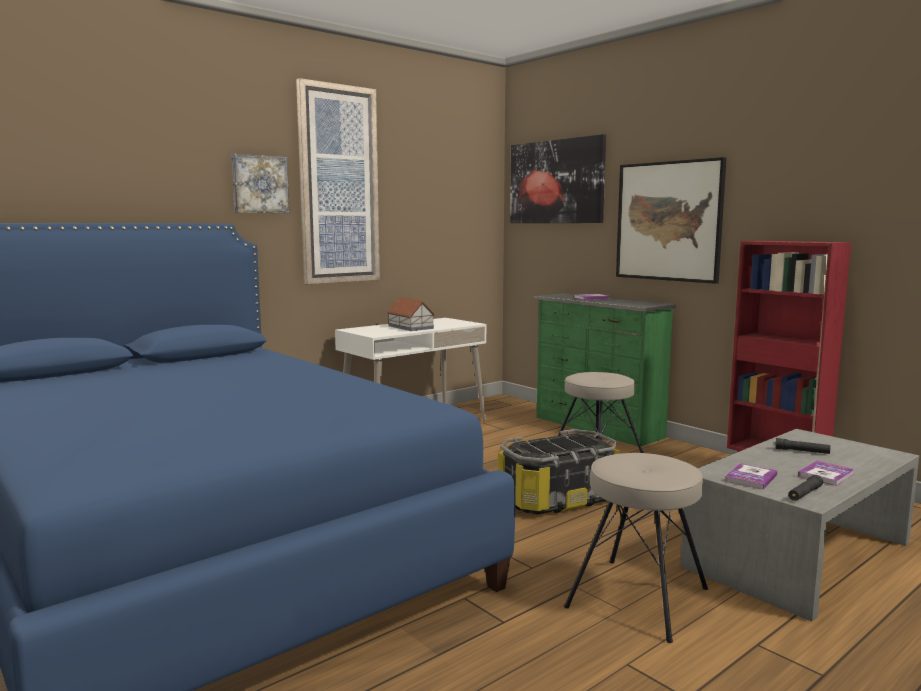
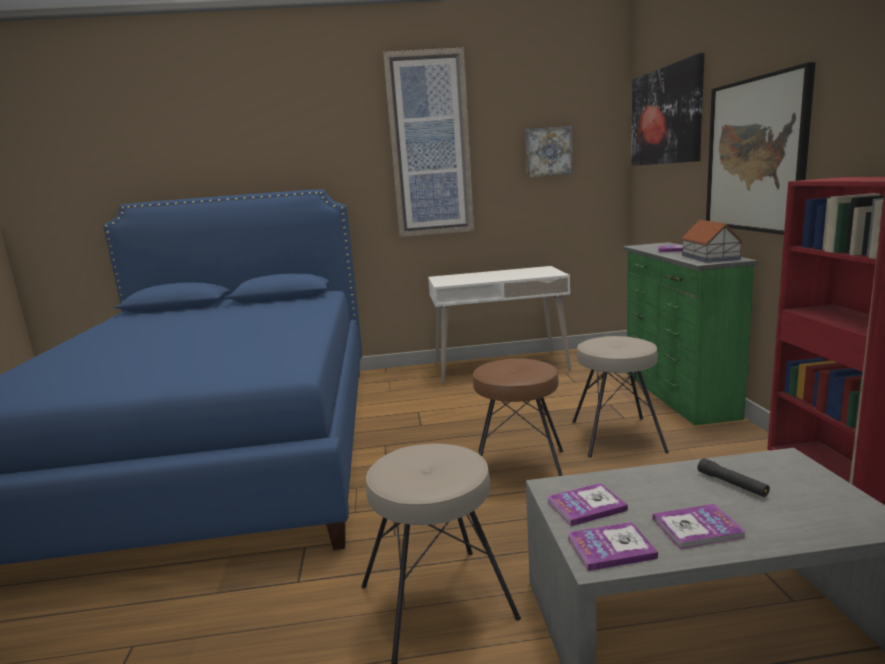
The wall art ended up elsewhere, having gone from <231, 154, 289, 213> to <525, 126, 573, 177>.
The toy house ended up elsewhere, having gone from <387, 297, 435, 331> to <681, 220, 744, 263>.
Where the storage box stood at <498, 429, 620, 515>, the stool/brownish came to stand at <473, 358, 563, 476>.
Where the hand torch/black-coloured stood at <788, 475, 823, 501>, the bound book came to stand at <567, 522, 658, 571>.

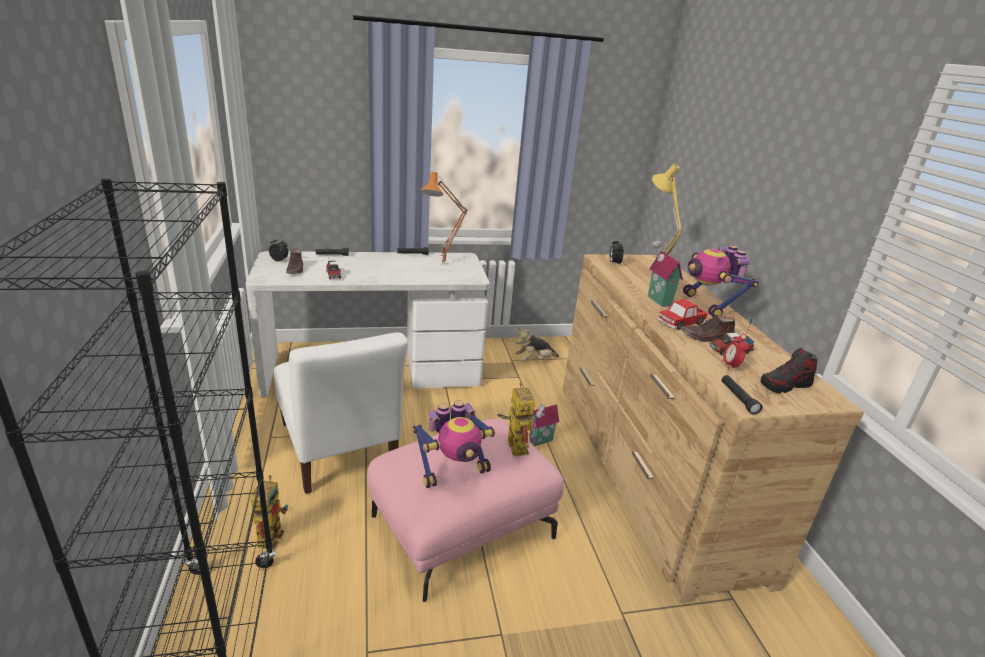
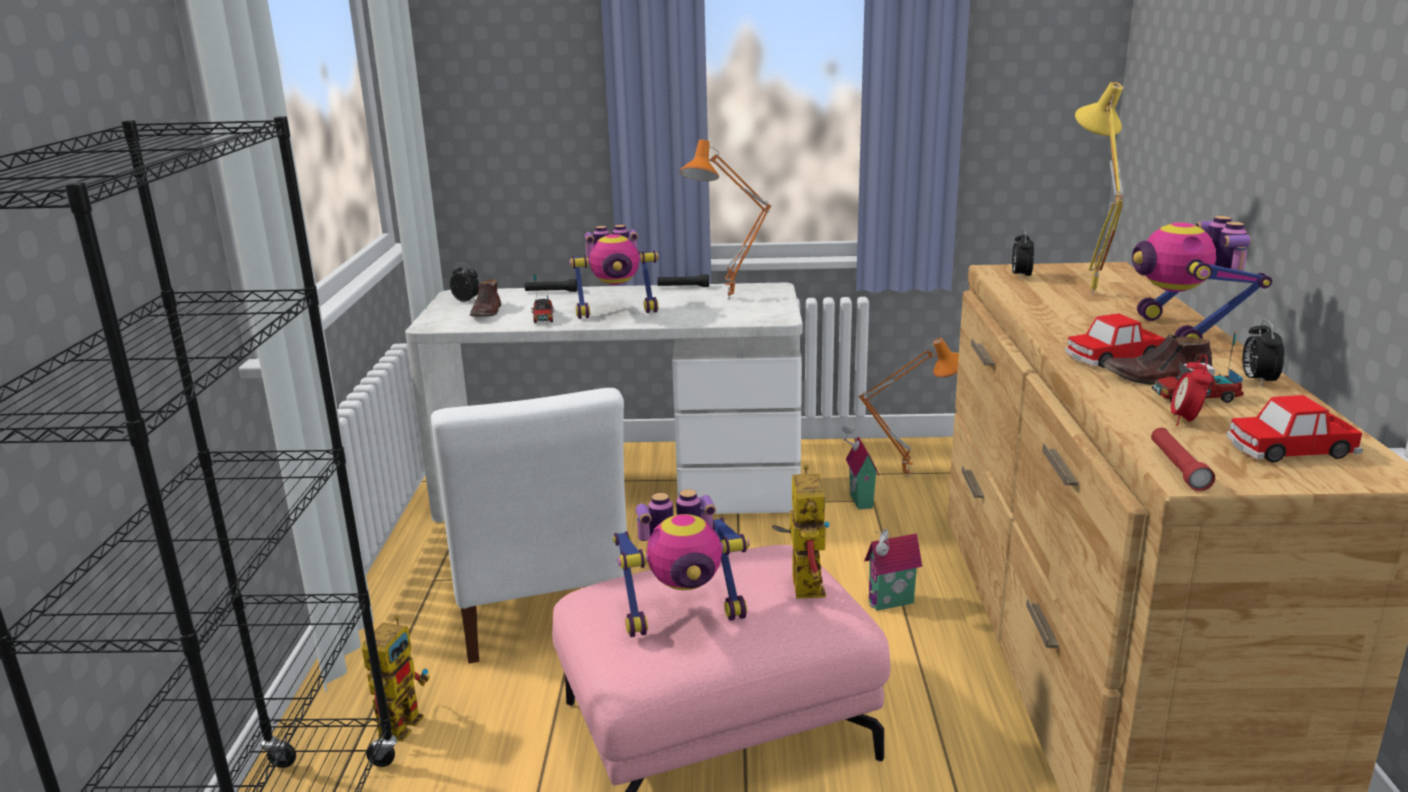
The toy house ended up elsewhere, having gone from <648, 241, 683, 307> to <842, 424, 880, 509>.
Where the plush toy stood at <515, 327, 559, 362>, the table lamp/orange-coloured came to stand at <859, 338, 959, 477>.
Where the shoe stood at <760, 347, 818, 393>, the toy car came to stand at <1227, 395, 1363, 462>.
What was the hand torch/black-coloured at <722, 375, 763, 415> turned into the hand torch/red at <1151, 428, 1215, 491>.
The second view gained the toy robot at <569, 224, 659, 319>.
The second view gained the table clock at <1242, 318, 1284, 387>.

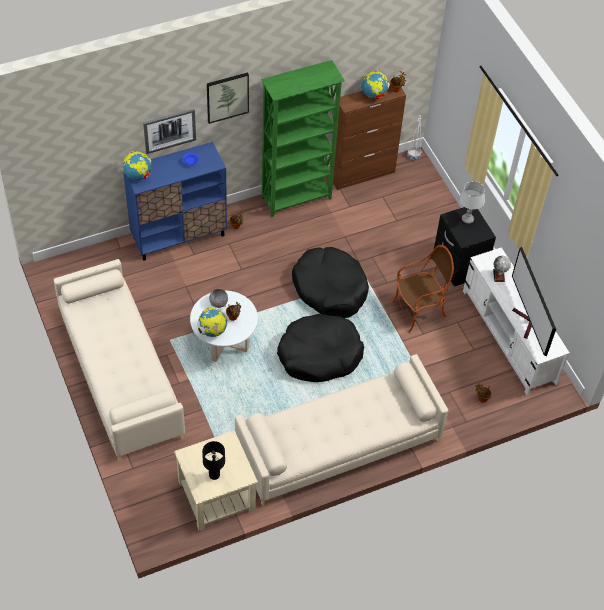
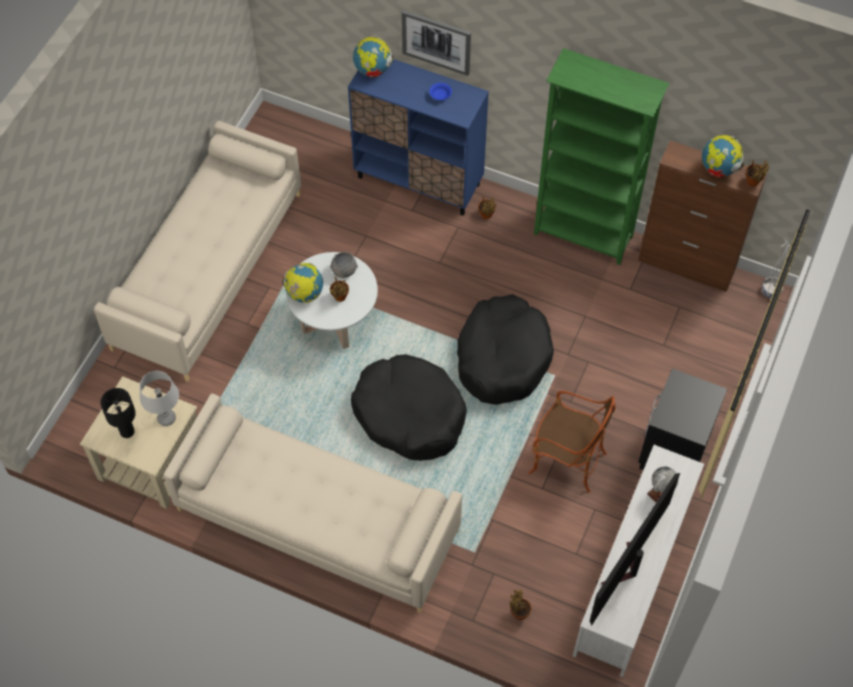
The second view lost the wall art at <207, 72, 249, 124>.
The table lamp/gray ended up elsewhere, having gone from <459, 181, 485, 224> to <140, 371, 179, 426>.

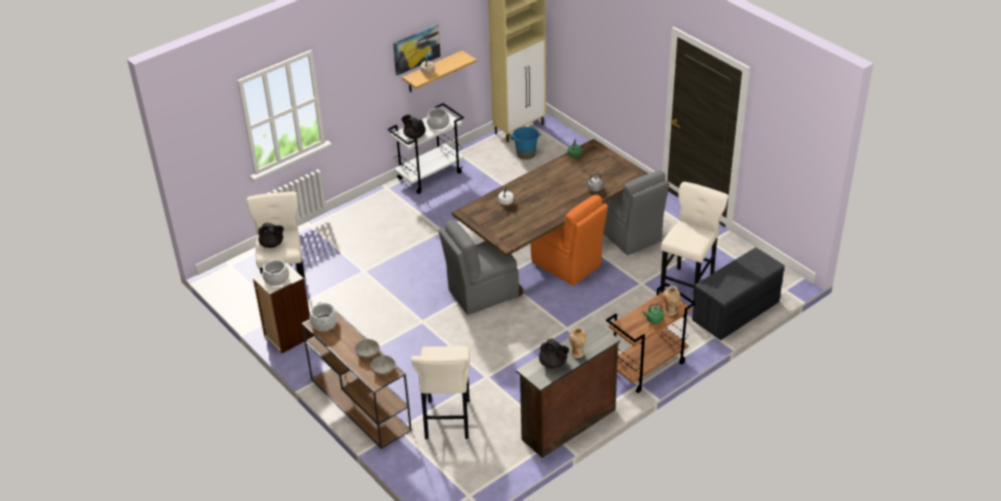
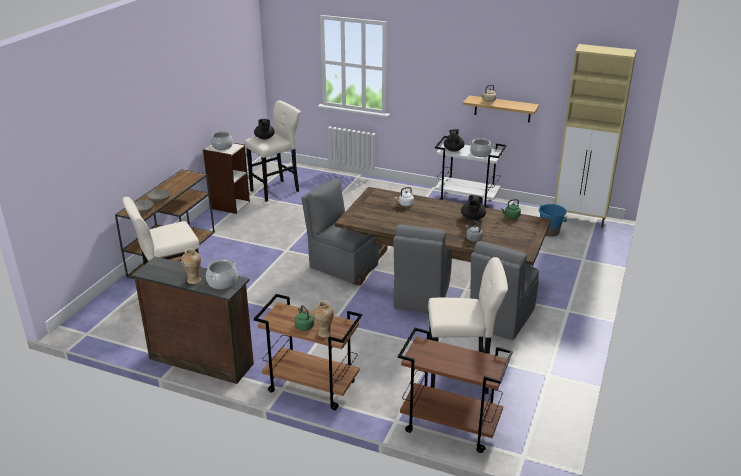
The second view lost the wall art at <393, 25, 441, 76>.
What was the upright chair/orange-coloured at <531, 195, 608, 286> turned into the upright chair/gray at <393, 224, 452, 313>.
Where the long seat/gray stood at <692, 247, 785, 340>, the wheeled cart/brownish came to stand at <398, 328, 513, 453>.
The stockpot ended up elsewhere, having gone from <309, 302, 338, 331> to <206, 259, 238, 289>.
The teapot/black-coloured ended up elsewhere, having gone from <539, 339, 569, 368> to <461, 195, 486, 221>.

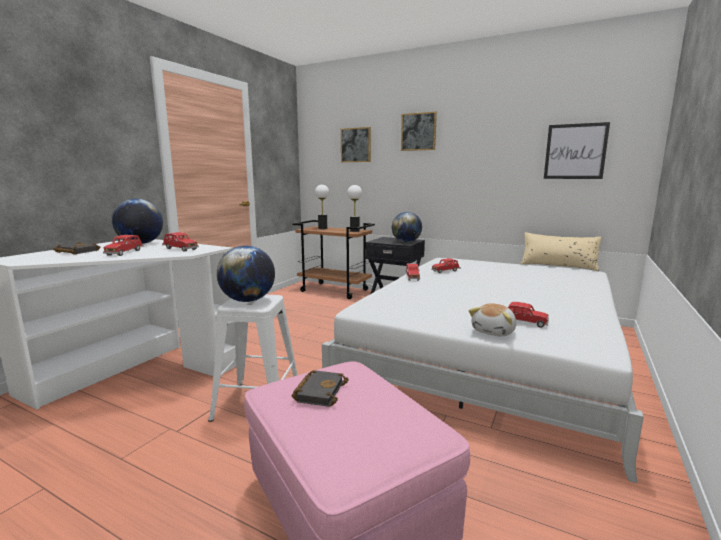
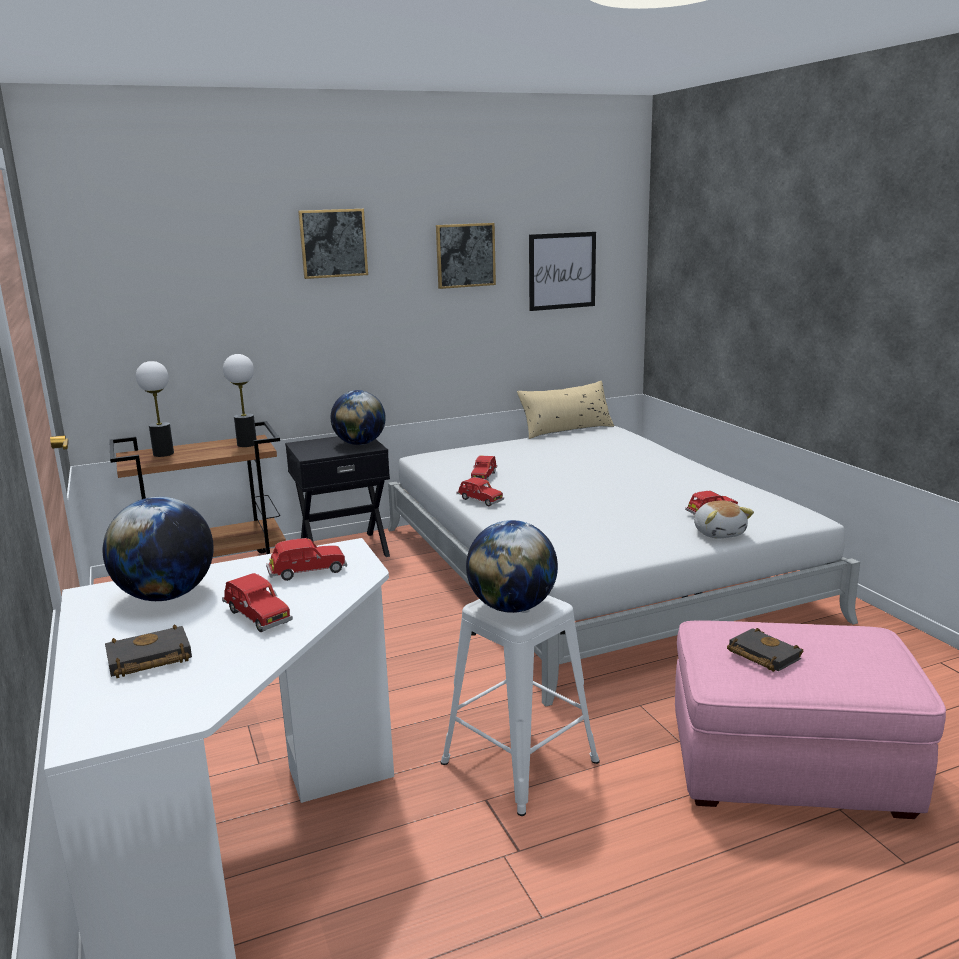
The wall art ended up elsewhere, having gone from <341, 127, 371, 162> to <436, 223, 496, 289>.

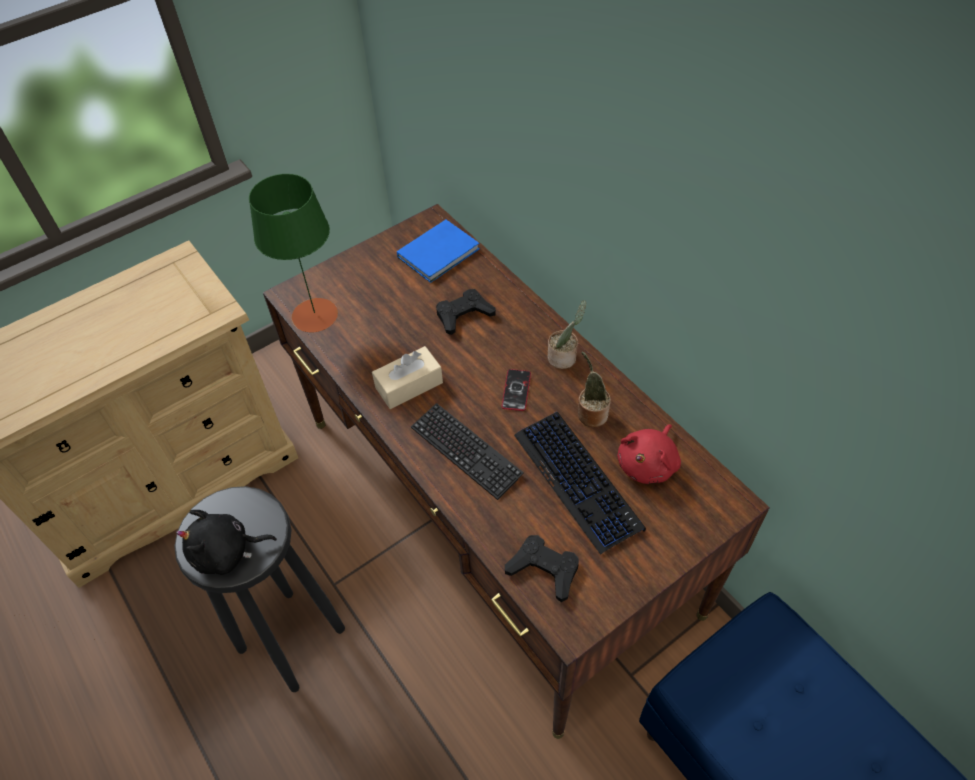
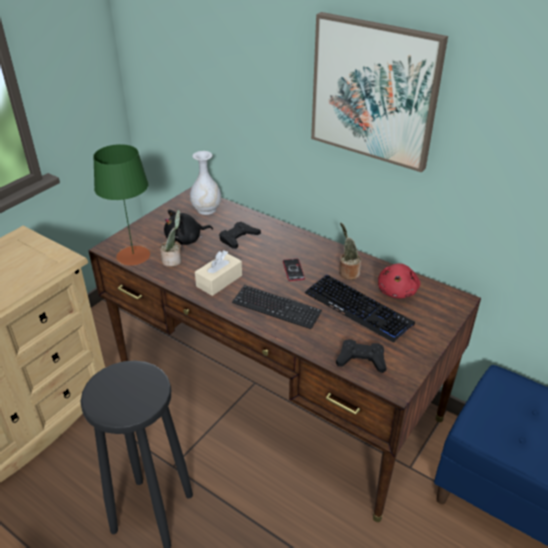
Where the bound book/blue stood at <397, 220, 480, 283>, the vase/white-coloured came to stand at <190, 151, 221, 215>.
The houseplant ended up elsewhere, having gone from <548, 300, 586, 369> to <160, 210, 182, 267>.
The plush toy/black-coloured ended up elsewhere, having gone from <176, 510, 277, 575> to <164, 210, 213, 245>.
The second view gained the wall art at <311, 12, 448, 172>.

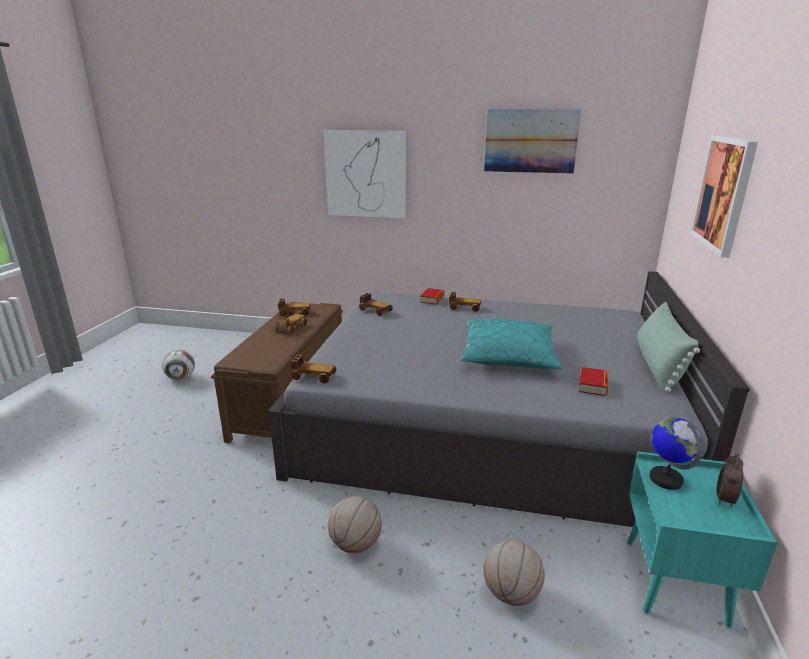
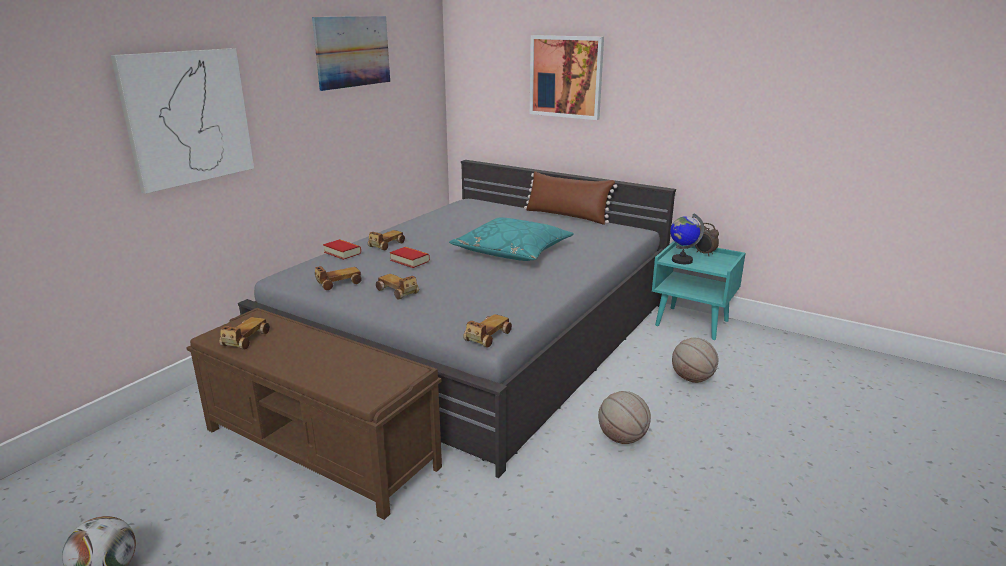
What was the pillow/green-coloured at <637, 302, 700, 392> turned into the pillow/brownish at <524, 171, 617, 225>.
The toy car ended up elsewhere, having gone from <275, 314, 307, 334> to <376, 274, 419, 299>.
The bound book ended up elsewhere, having gone from <579, 367, 608, 396> to <390, 247, 430, 268>.

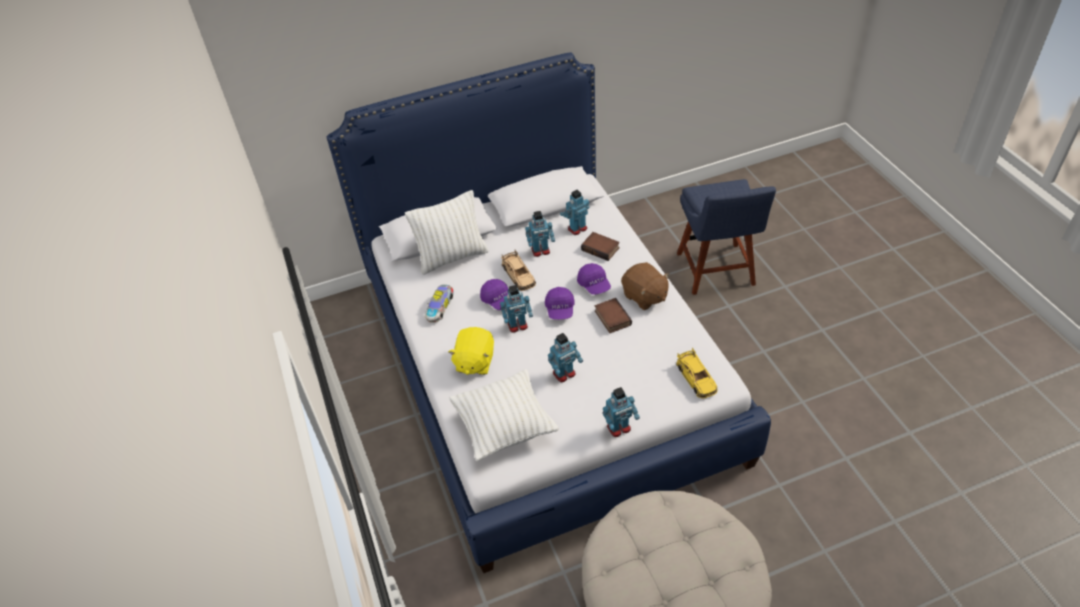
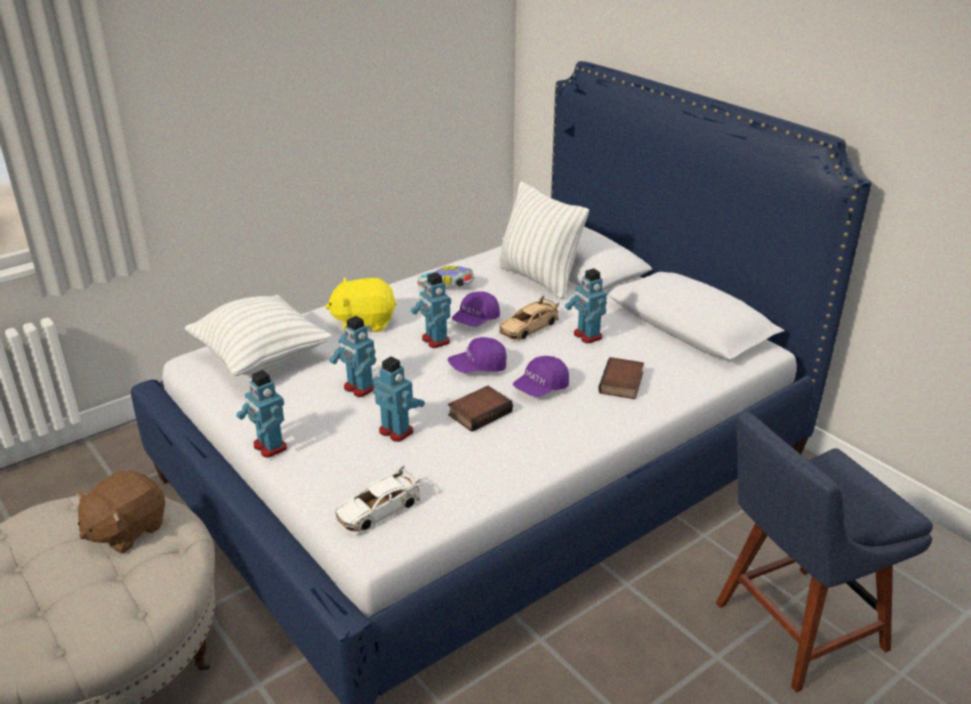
The toy robot ended up elsewhere, having gone from <560, 190, 589, 235> to <372, 357, 425, 442>.
The plush toy/brownish ended up elsewhere, having gone from <621, 262, 670, 310> to <75, 471, 165, 553>.
What was the toy car/yellowish at <676, 348, 718, 398> turned into the toy car/white-coloured at <335, 465, 421, 533>.

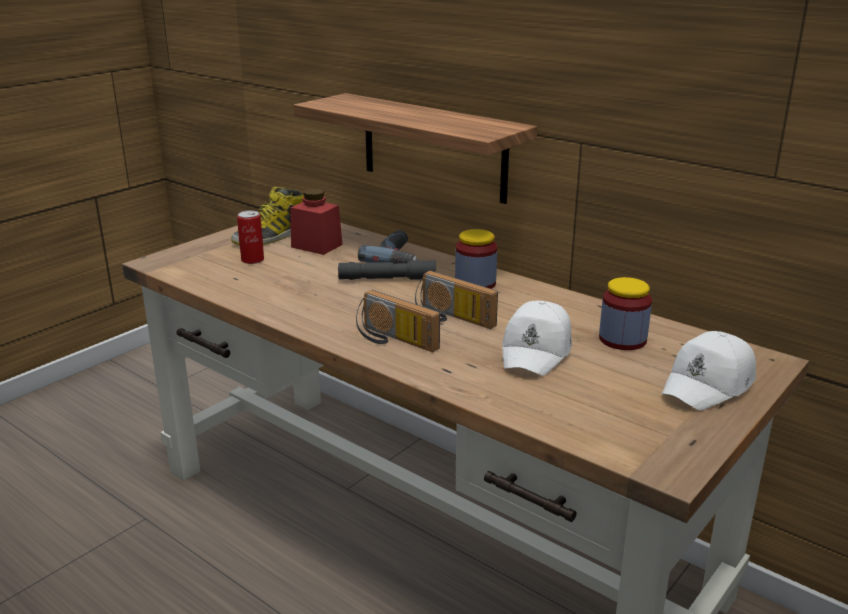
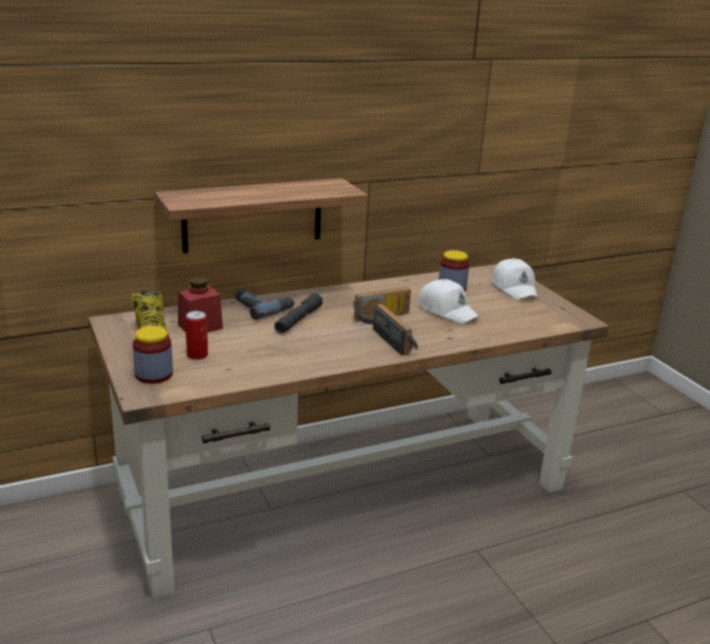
The jar ended up elsewhere, having gone from <455, 229, 497, 289> to <133, 326, 173, 384>.
The radio set at <356, 290, 440, 352> ended up facing another way, 90 degrees counterclockwise from before.

